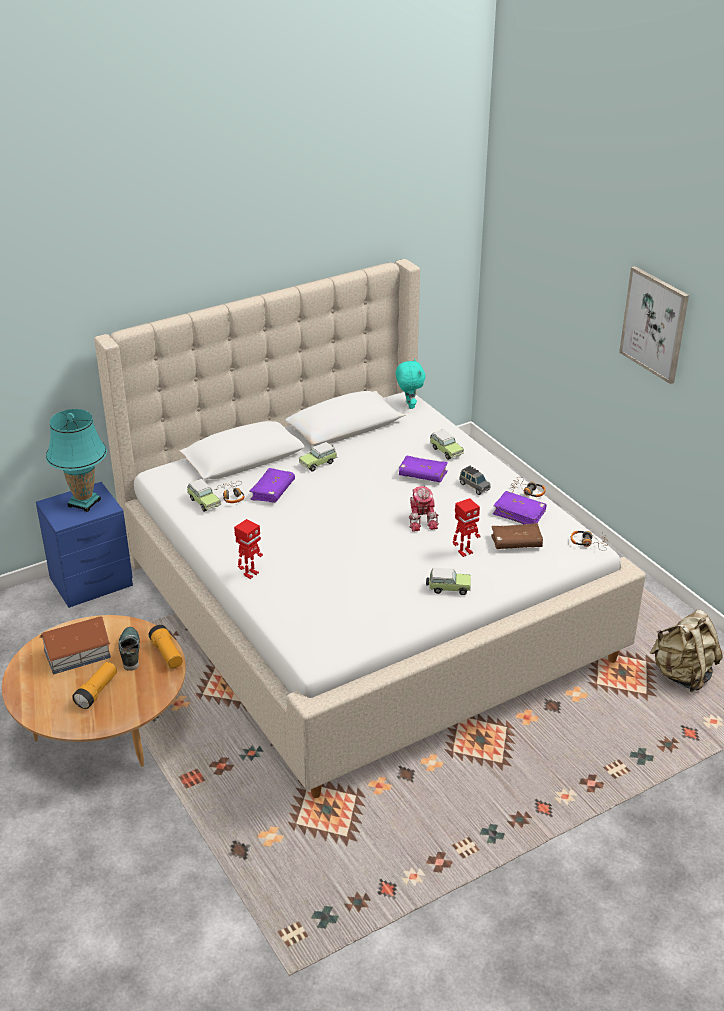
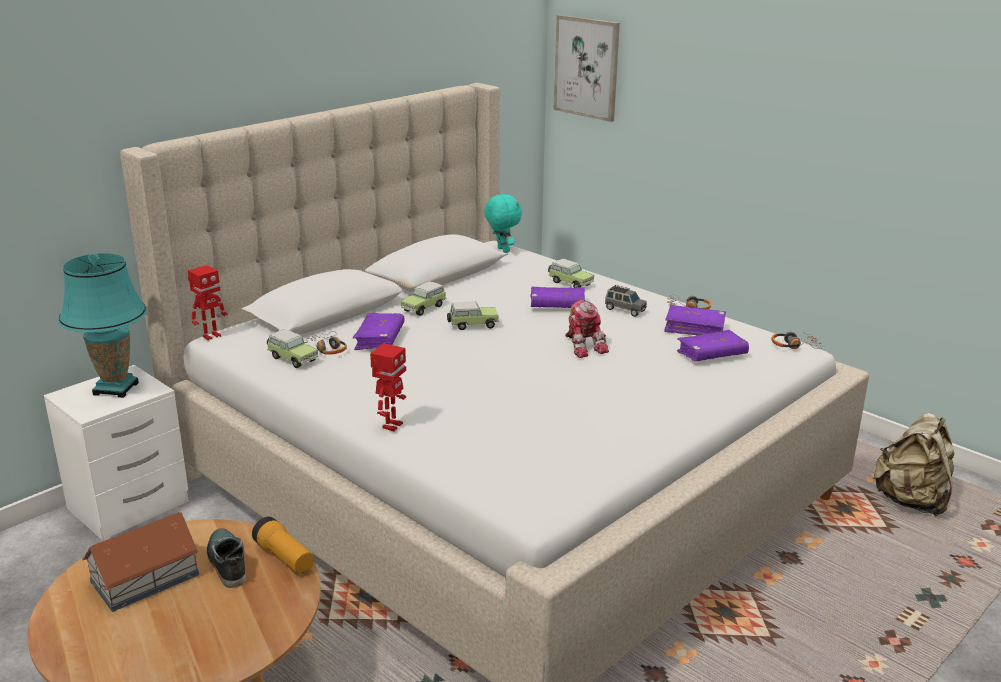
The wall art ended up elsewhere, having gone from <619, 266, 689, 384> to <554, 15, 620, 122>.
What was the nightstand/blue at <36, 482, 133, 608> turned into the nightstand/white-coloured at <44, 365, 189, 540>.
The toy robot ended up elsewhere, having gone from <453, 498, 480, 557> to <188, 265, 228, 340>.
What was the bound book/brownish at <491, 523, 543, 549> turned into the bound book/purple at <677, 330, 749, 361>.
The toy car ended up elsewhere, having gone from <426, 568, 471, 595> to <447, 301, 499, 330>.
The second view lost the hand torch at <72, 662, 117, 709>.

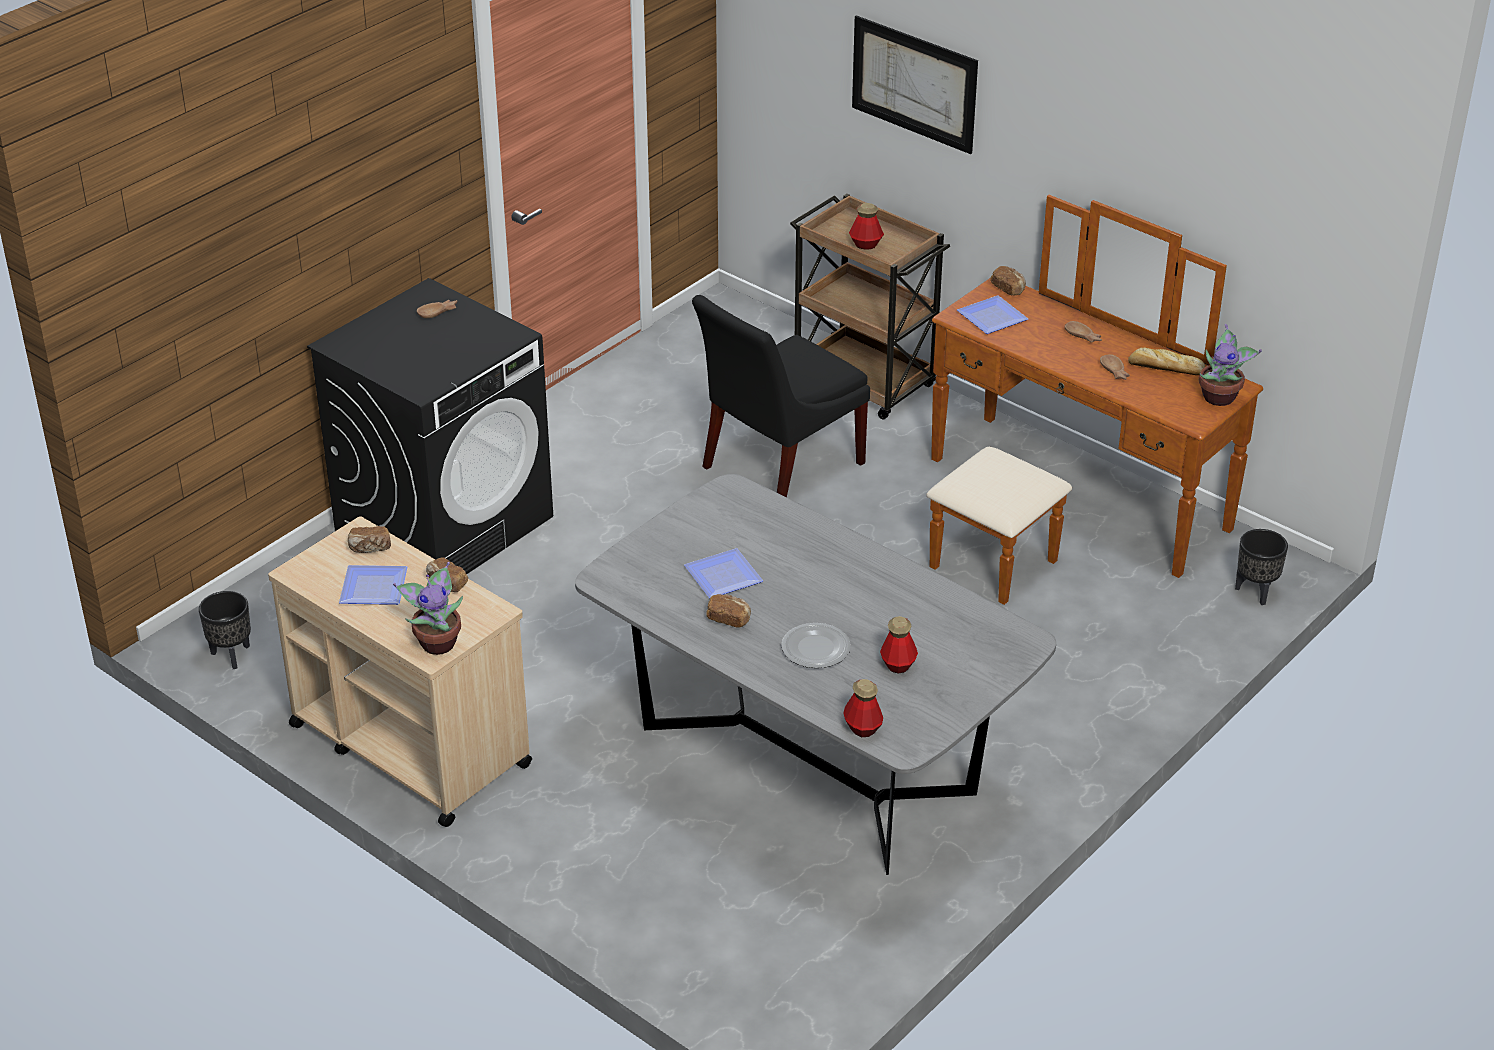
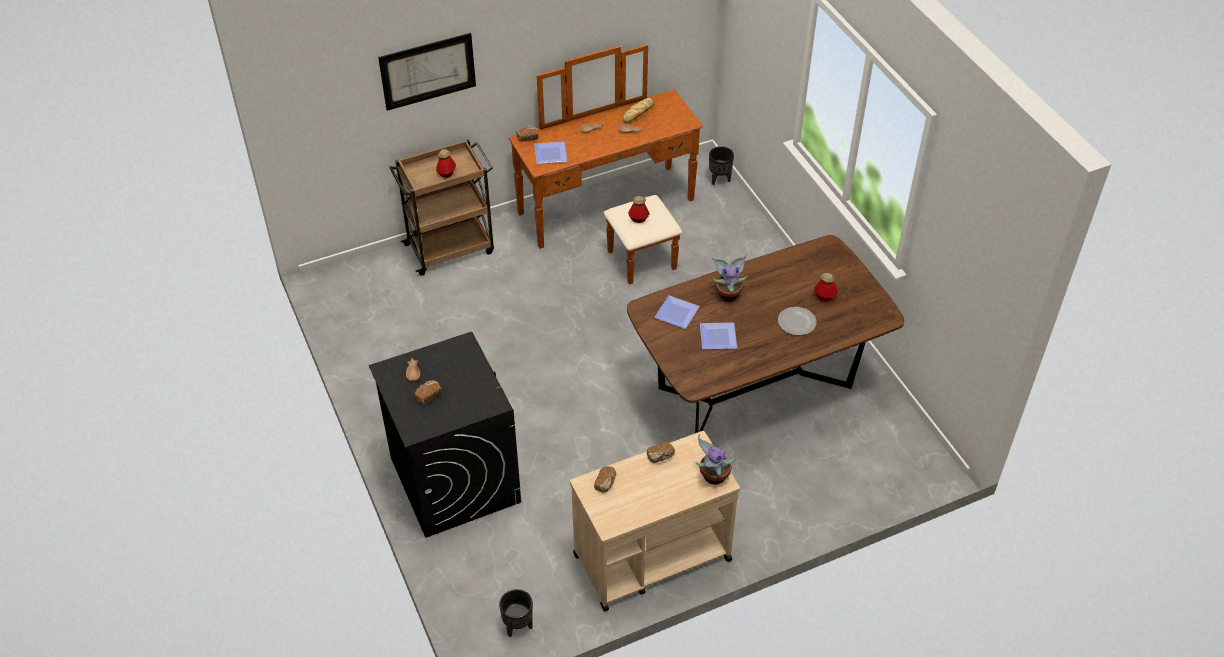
The second view lost the upright chair/black-coloured at <692, 295, 870, 497>.
The houseplant ended up elsewhere, having gone from <1199, 324, 1262, 406> to <712, 256, 748, 302>.
What was the dinner table/gray at <575, 474, 1056, 875> turned into the dinner table/brownish at <627, 235, 904, 433>.
The plate ended up elsewhere, having gone from <339, 565, 407, 605> to <654, 295, 700, 329>.
The bread ended up elsewhere, having gone from <706, 594, 751, 628> to <414, 380, 442, 404>.
The bottle ended up elsewhere, having gone from <843, 679, 883, 737> to <628, 196, 650, 223>.

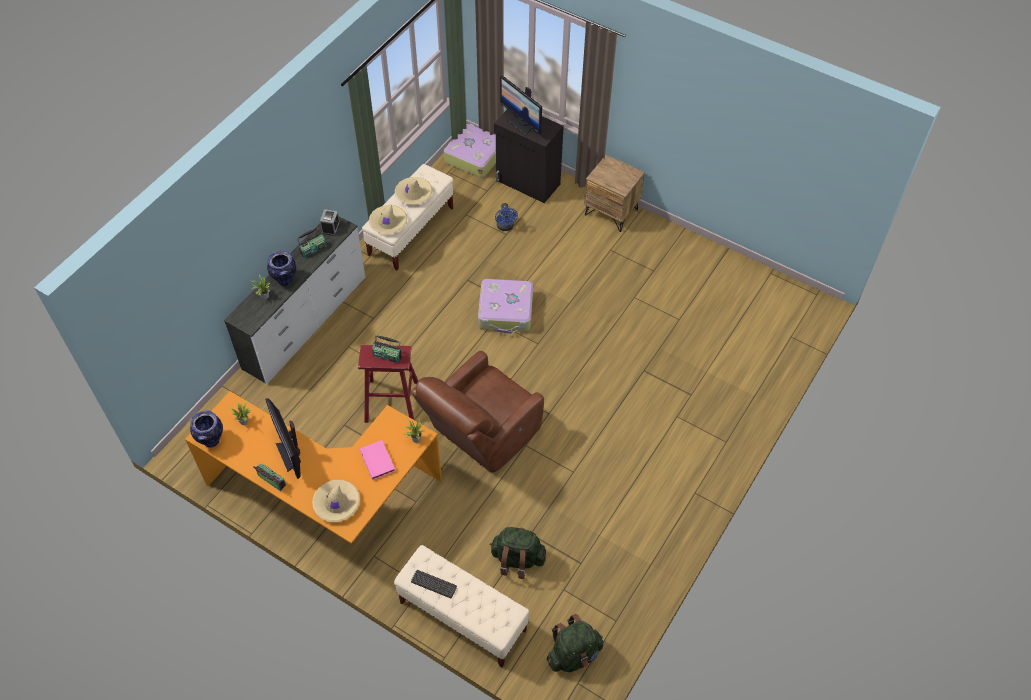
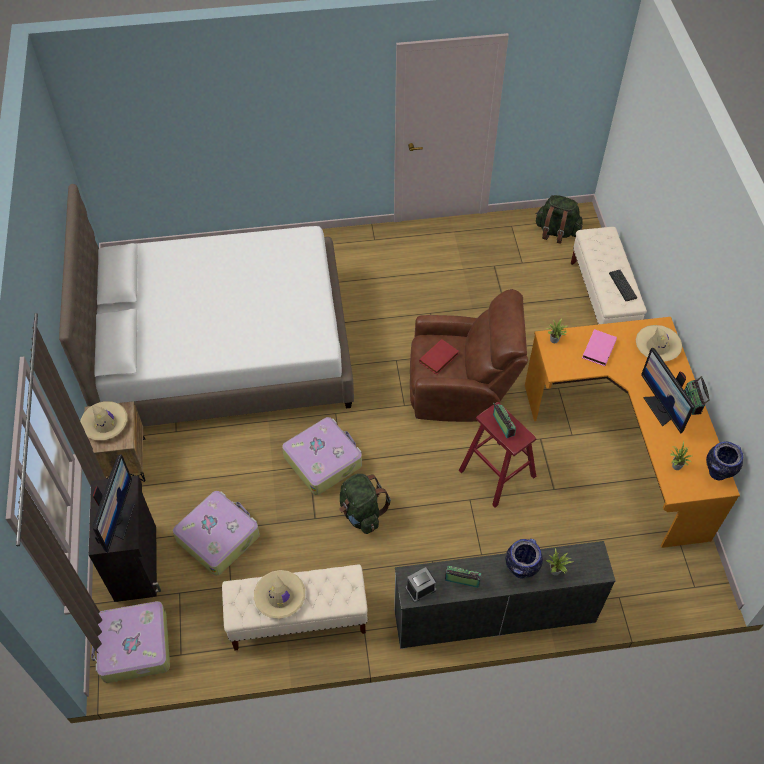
Where the electric fan/blue stood at <495, 203, 518, 231>, the travel case came to stand at <173, 491, 260, 576>.
The clothing hat/sand-coloured ended up elsewhere, having gone from <369, 204, 407, 234> to <80, 401, 127, 440>.
The computer display at <265, 398, 301, 479> ended up facing another way, 135 degrees clockwise from before.
The knapsack/green-coloured ended up elsewhere, having gone from <490, 527, 546, 579> to <339, 474, 391, 534>.
The second view gained the bedroom bed/white-coloured at <59, 184, 354, 427>.
The second view gained the bound book/red at <419, 339, 459, 375>.

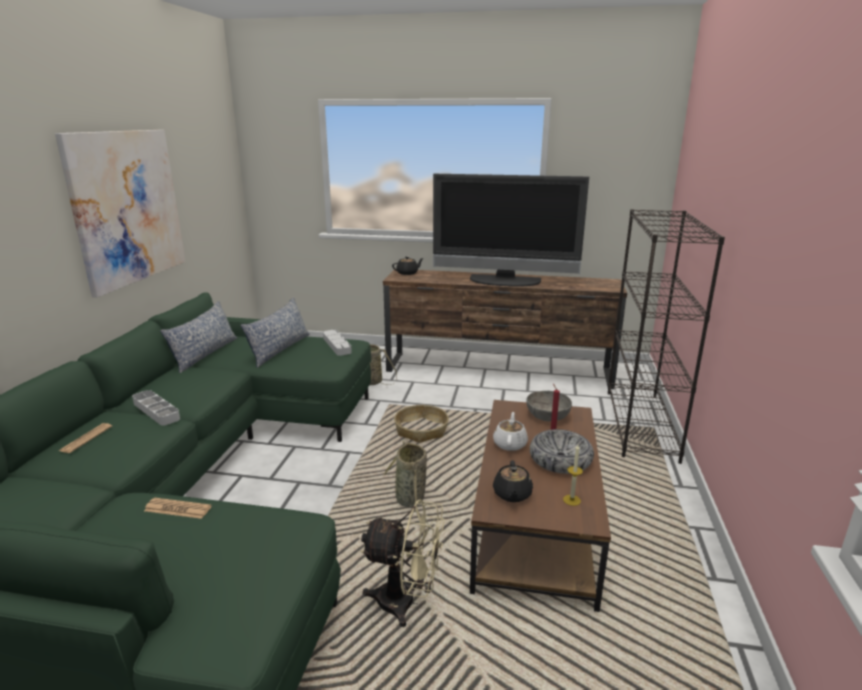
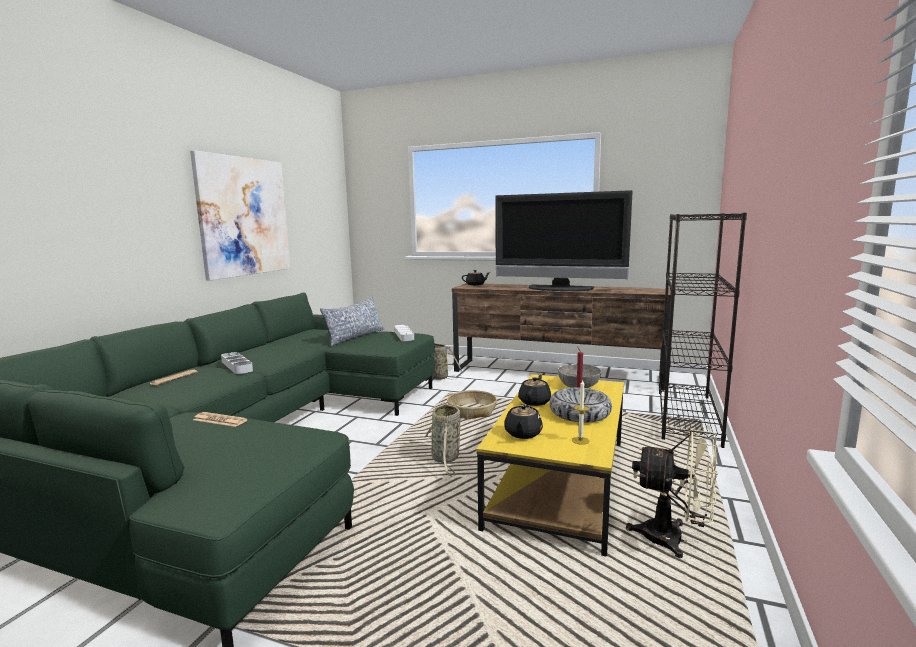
The second view lost the pillow at <160, 301, 237, 373>.
What was the coffee table/brownish at <470, 400, 611, 612> turned into the coffee table/yellowish at <476, 374, 624, 557>.
What was the teapot/white-coloured at <493, 412, 528, 451> turned into the teapot/black-coloured at <518, 375, 551, 406>.
The electric fan/sand-coloured ended up elsewhere, having gone from <360, 499, 445, 627> to <626, 429, 718, 558>.

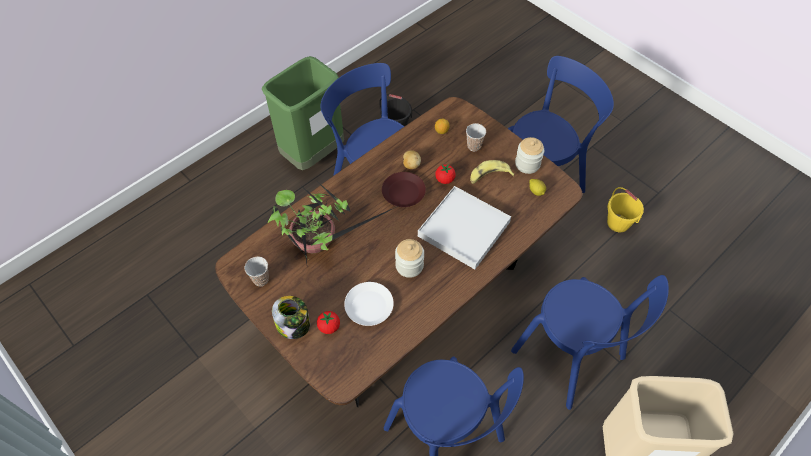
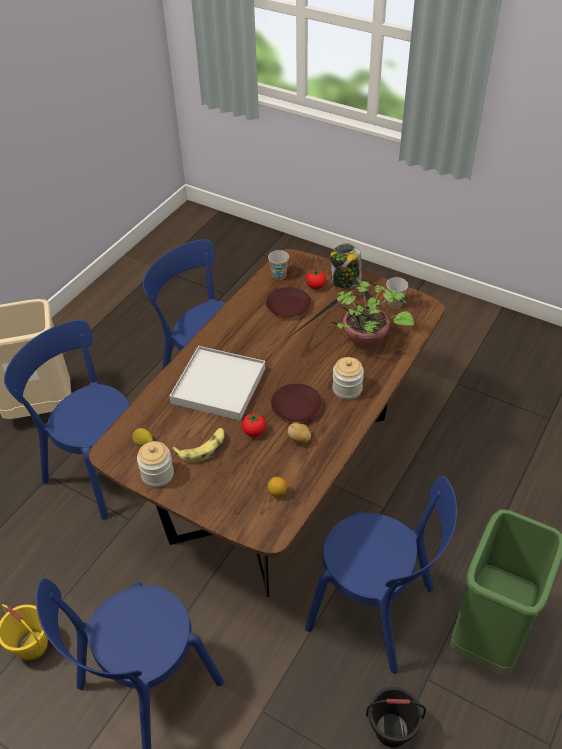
The cup ended up elsewhere, having gone from <466, 123, 486, 151> to <268, 250, 289, 280>.
The jar ended up elsewhere, having gone from <395, 239, 424, 278> to <332, 357, 364, 400>.
What was the plate/white-coloured at <344, 282, 394, 326> turned into the plate/brownish at <266, 287, 311, 317>.

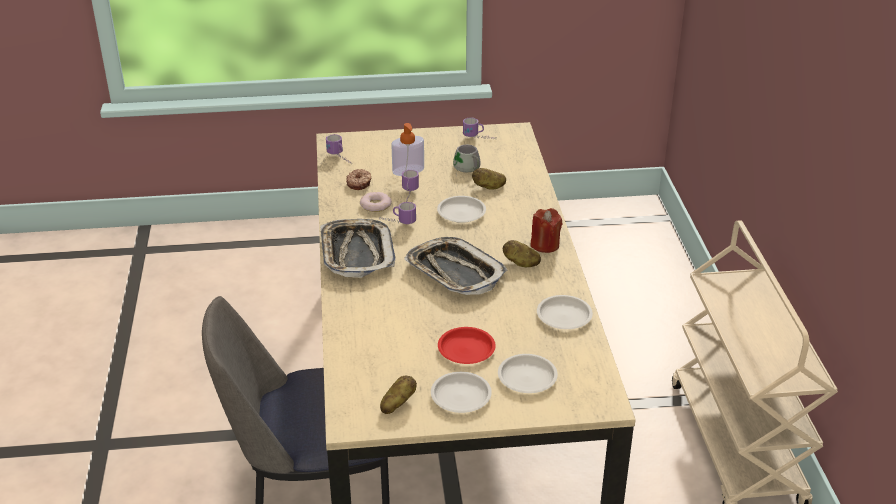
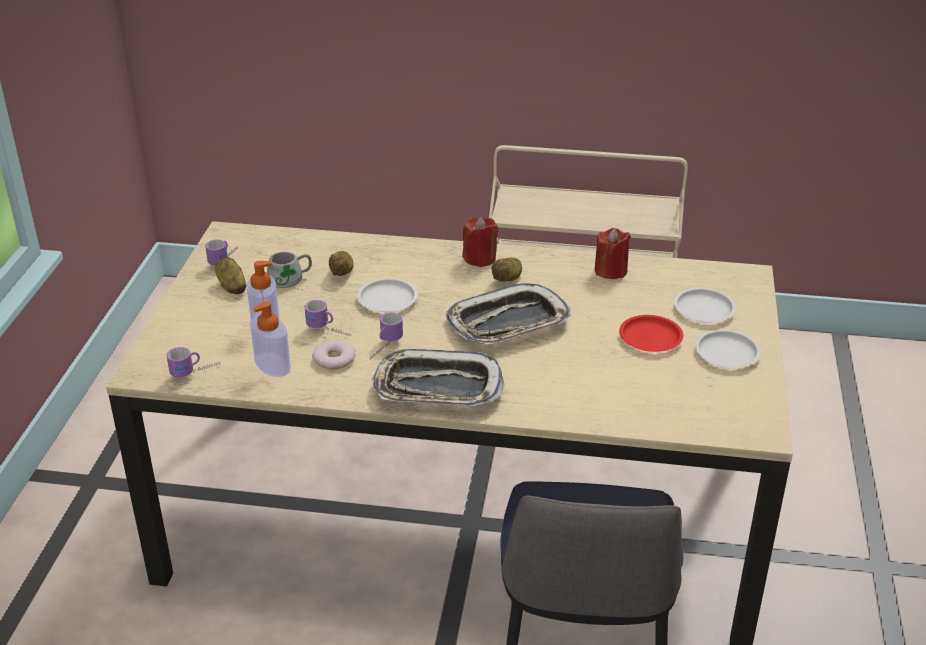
Where the donut stood at <346, 169, 372, 190>, the liquid soap bottle came to stand at <250, 301, 291, 377>.
Where the plate/white-coloured stood at <537, 295, 593, 329>, the wax candle/red came to stand at <595, 228, 631, 279>.
The potato ended up elsewhere, having gone from <380, 376, 417, 414> to <215, 257, 246, 294>.

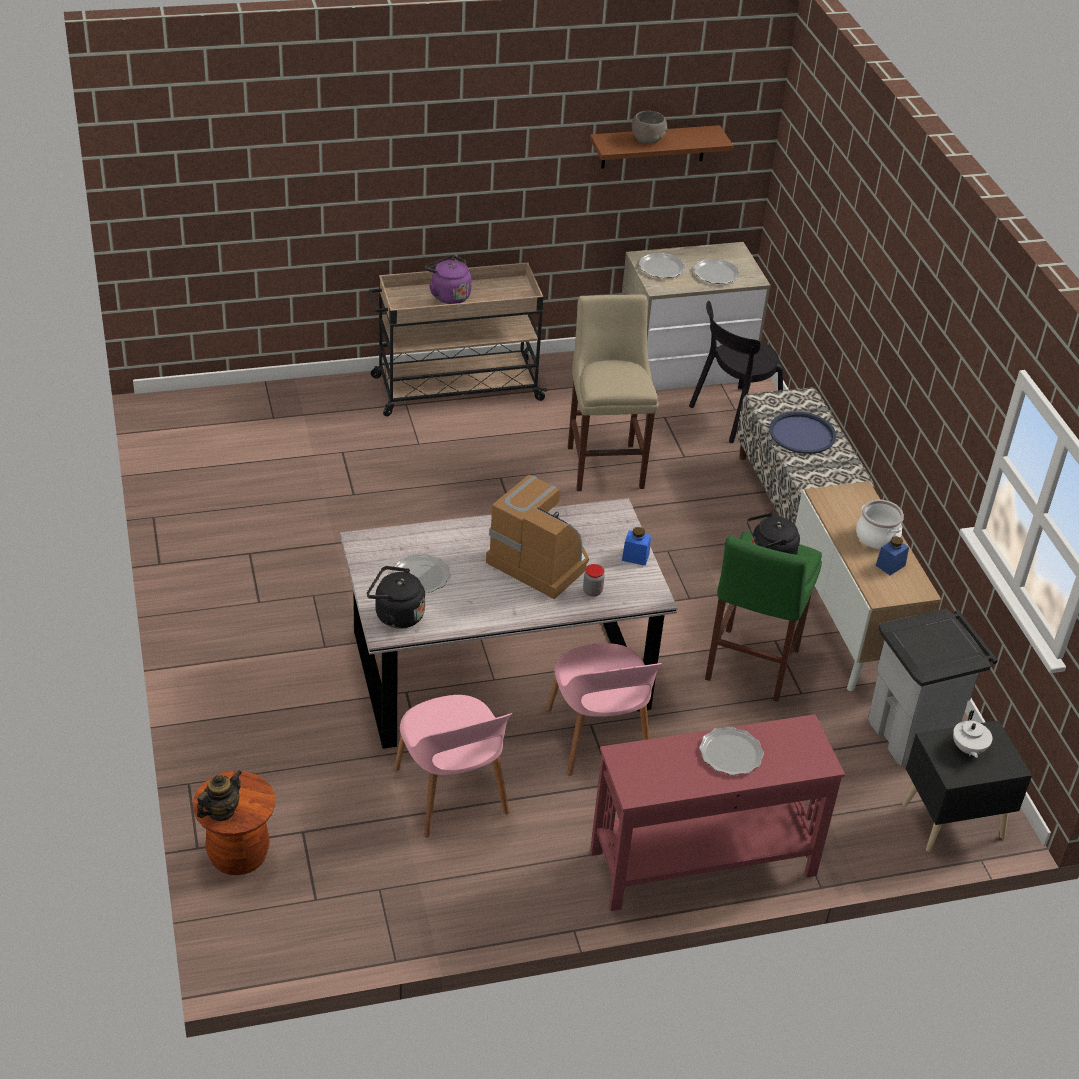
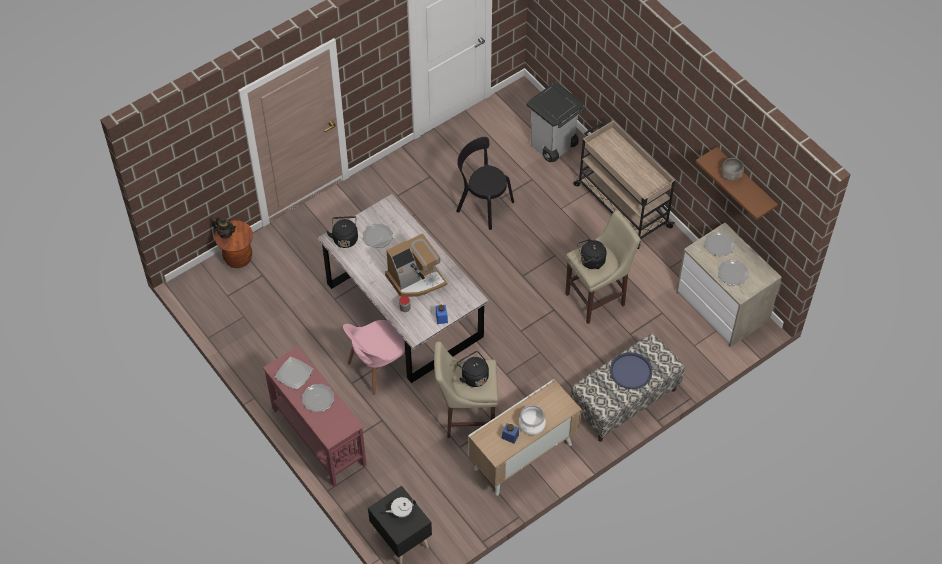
The second view lost the water kettle/purple at <425, 255, 471, 304>.
The upright chair/black-coloured ended up elsewhere, having gone from <689, 301, 783, 443> to <456, 137, 514, 230>.
The coffee machine at <486, 475, 589, 599> ended up facing another way, 45 degrees clockwise from before.
What was the stool/green-coloured at <705, 531, 822, 702> turned into the stool/sand-coloured at <434, 342, 498, 438>.
The rubbish bin/gray ended up elsewhere, having gone from <868, 609, 998, 766> to <526, 82, 586, 162>.
The second view lost the upright chair/pinkish at <394, 695, 512, 838>.
The second view gained the water kettle/black-coloured at <577, 239, 607, 269>.
The second view gained the plate at <275, 357, 313, 390>.

